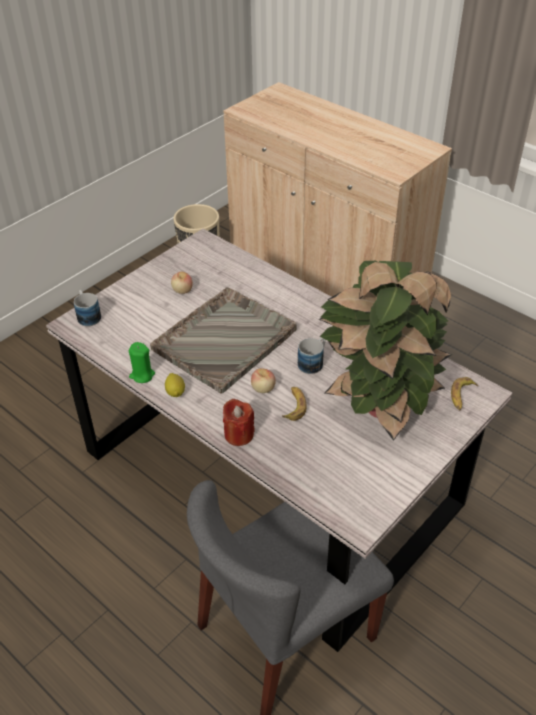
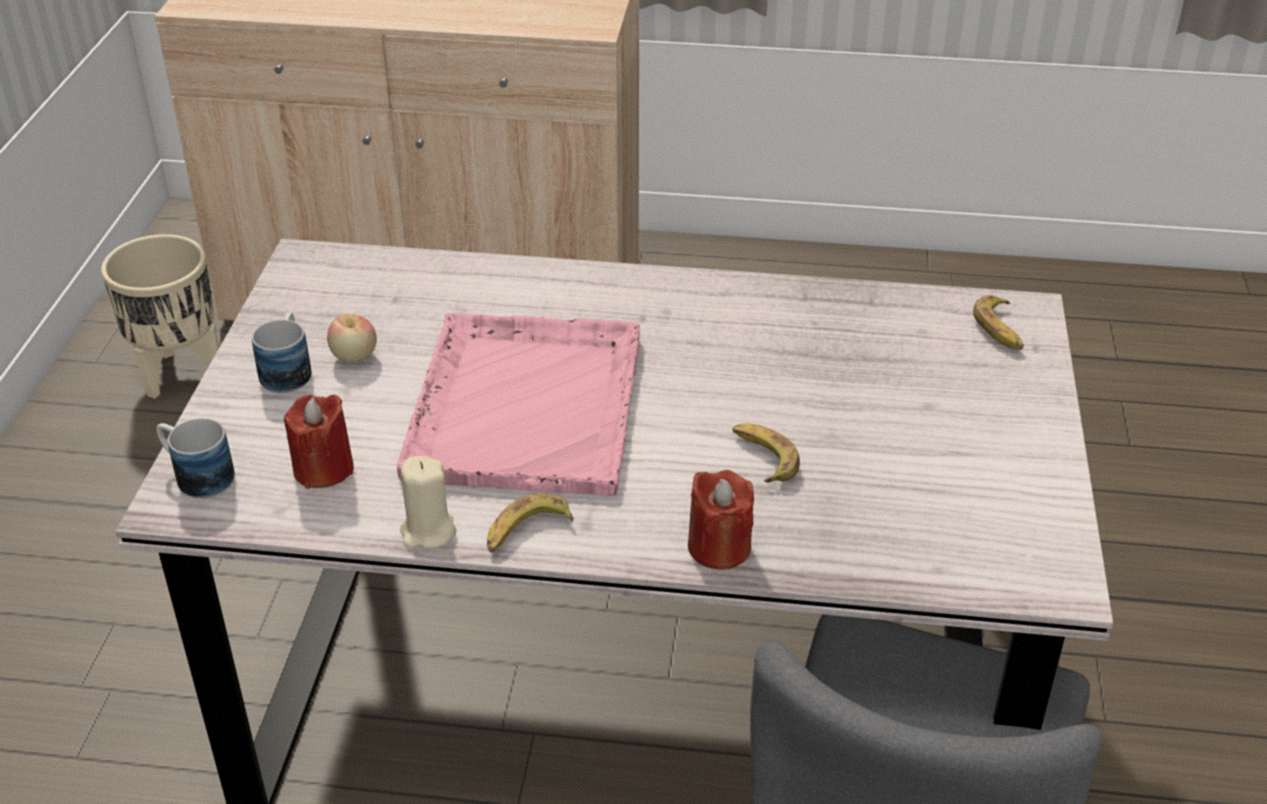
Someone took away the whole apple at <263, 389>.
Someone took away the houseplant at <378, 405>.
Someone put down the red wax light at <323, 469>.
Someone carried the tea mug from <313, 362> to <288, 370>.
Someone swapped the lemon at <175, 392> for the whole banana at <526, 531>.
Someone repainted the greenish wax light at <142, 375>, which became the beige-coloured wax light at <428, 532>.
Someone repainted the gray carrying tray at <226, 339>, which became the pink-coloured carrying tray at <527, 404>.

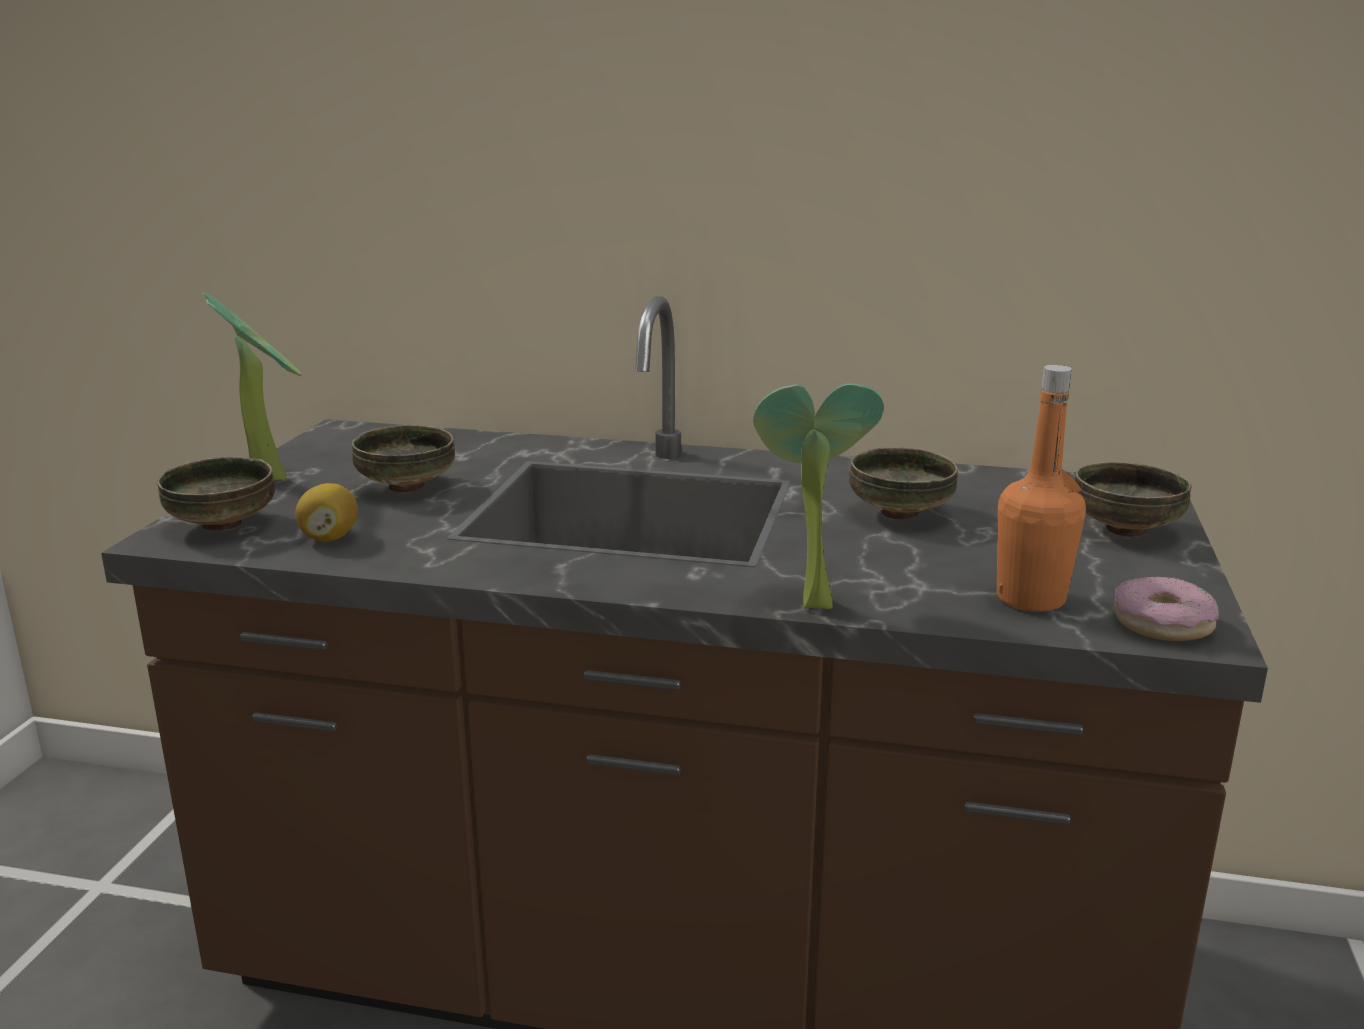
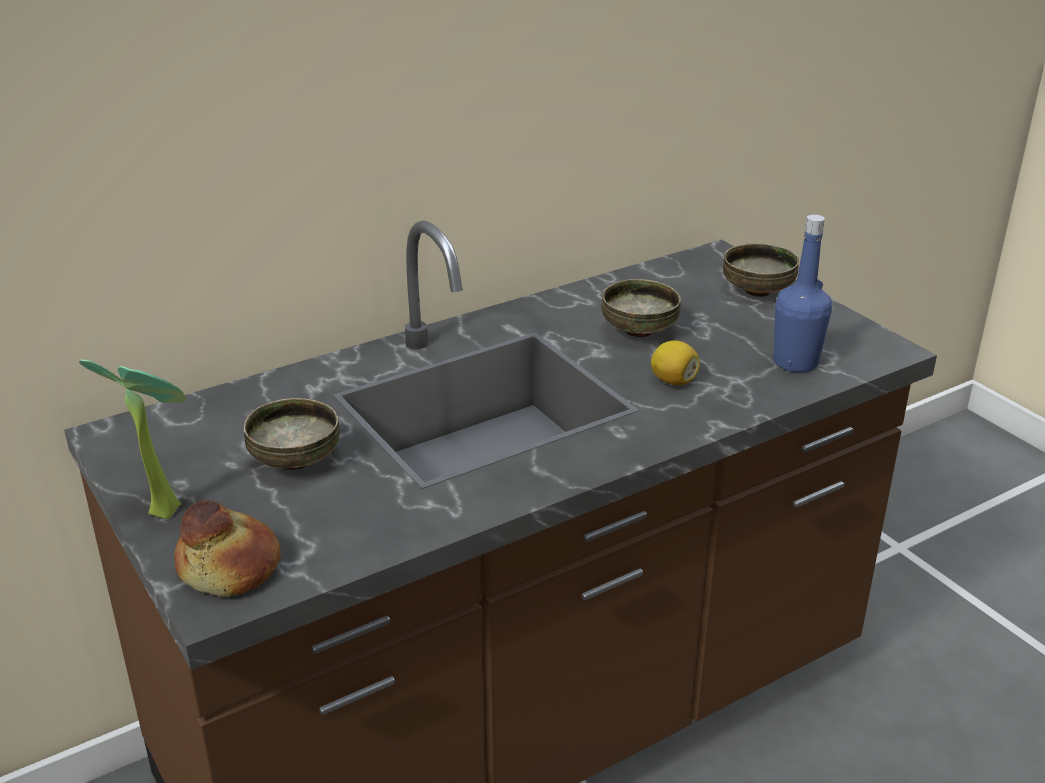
Someone took away the houseplant at <808, 601>.
Someone took away the donut at <1162, 623>.
Someone carried the lemon from <330, 537> to <673, 381>.
Someone swapped the serving bowl at <224, 524> for the baked bread at <230, 567>.
Someone repainted the orangey bottle at <1030, 599>, which became the bluish bottle at <795, 362>.

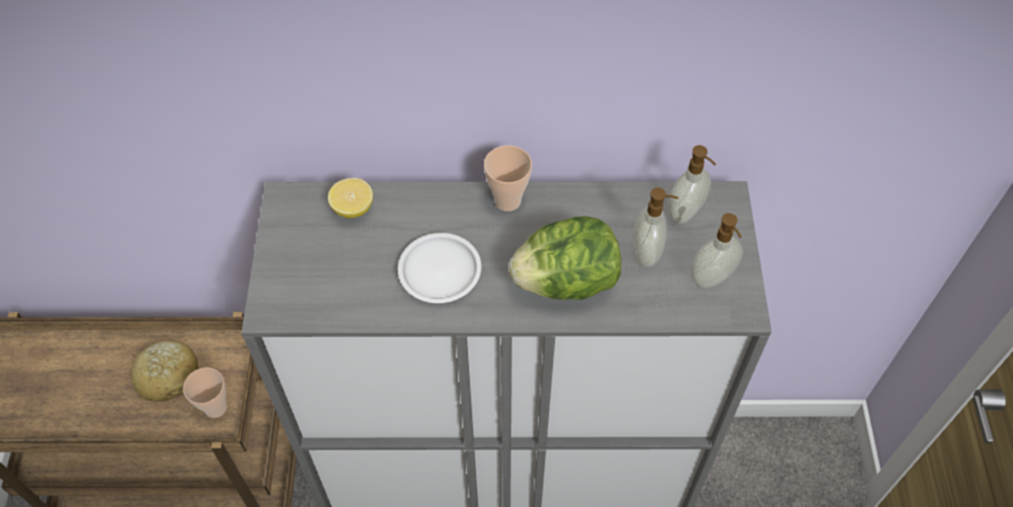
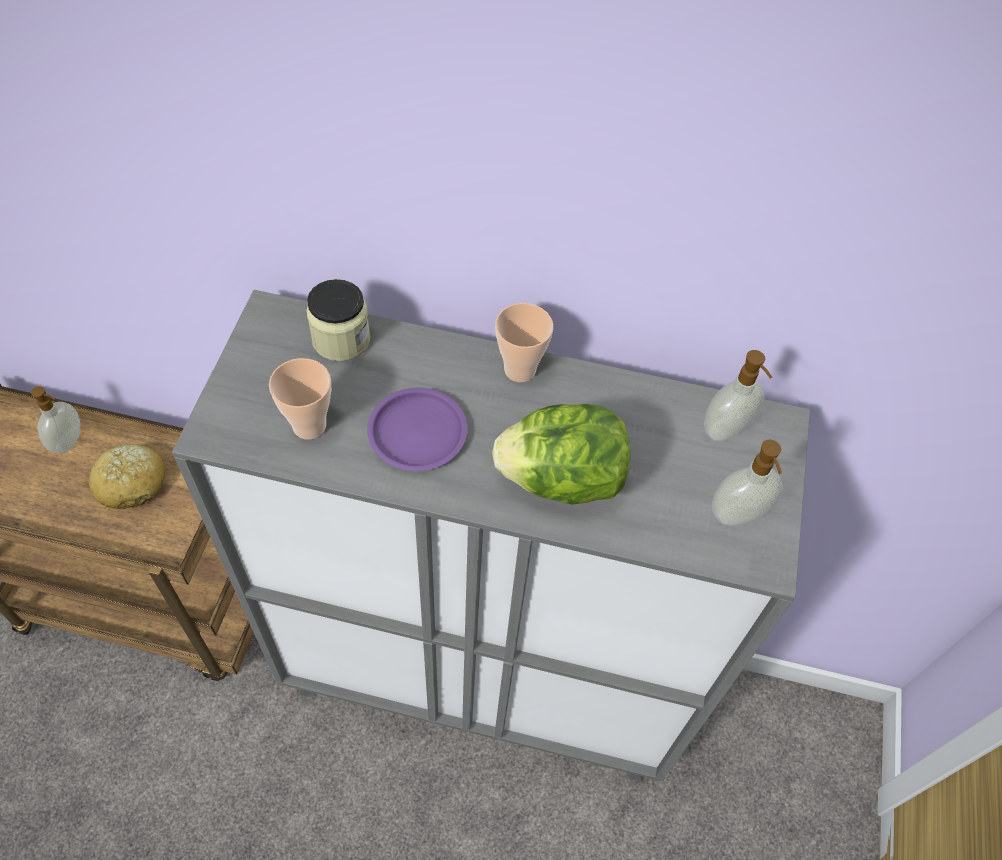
Someone carried the cup from <215, 407> to <309, 425>.
Someone carried the liquid soap bottle from <647, 253> to <69, 441>.
Someone swapped the lemon at <353, 208> for the jar at <341, 339>.
Someone repainted the whitish dinner plate at <440, 271>, which became the purple dinner plate at <418, 432>.

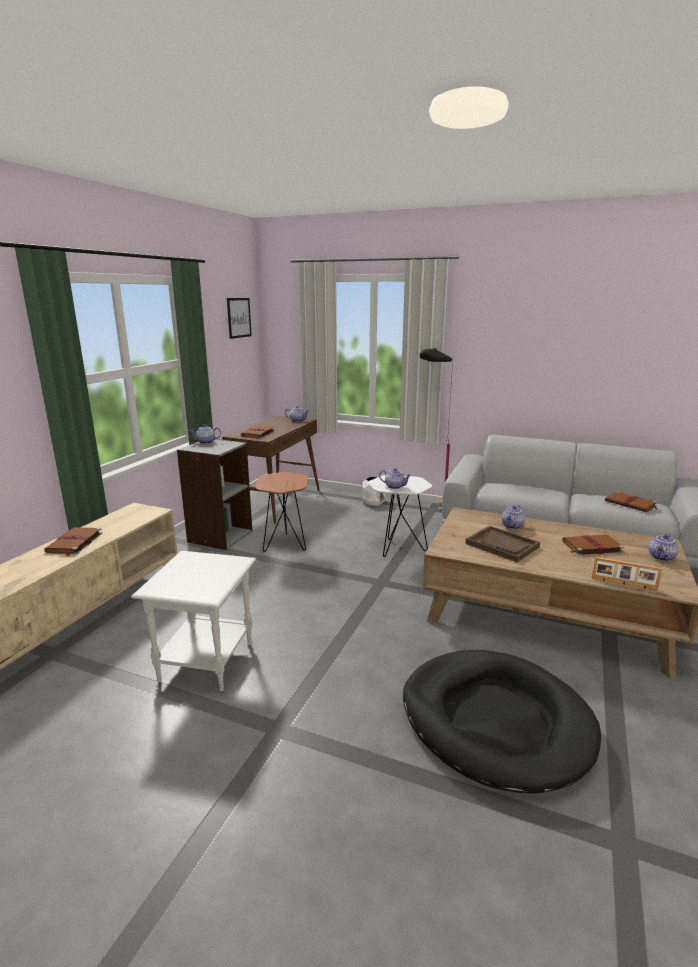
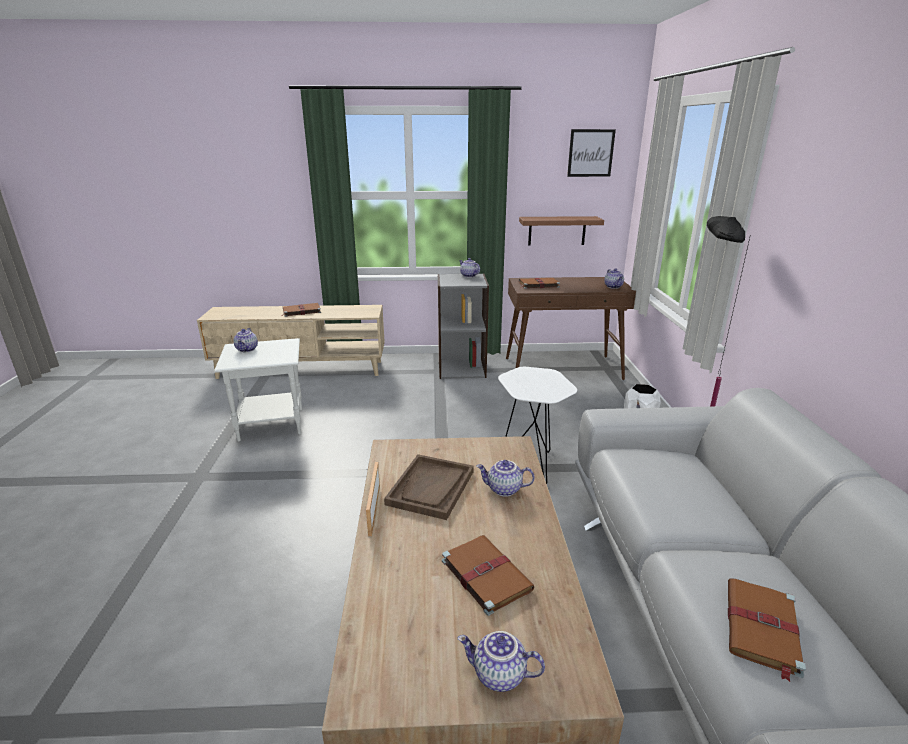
Someone took away the brown-coloured side table at <285, 546>.
Someone took away the black-coloured pet bed at <495, 721>.
Someone put up the brown-coloured shelf at <557, 230>.
Someone carried the tea pot from <395, 486> to <247, 349>.
Someone carried the photo frame from <623, 584> to <373, 509>.

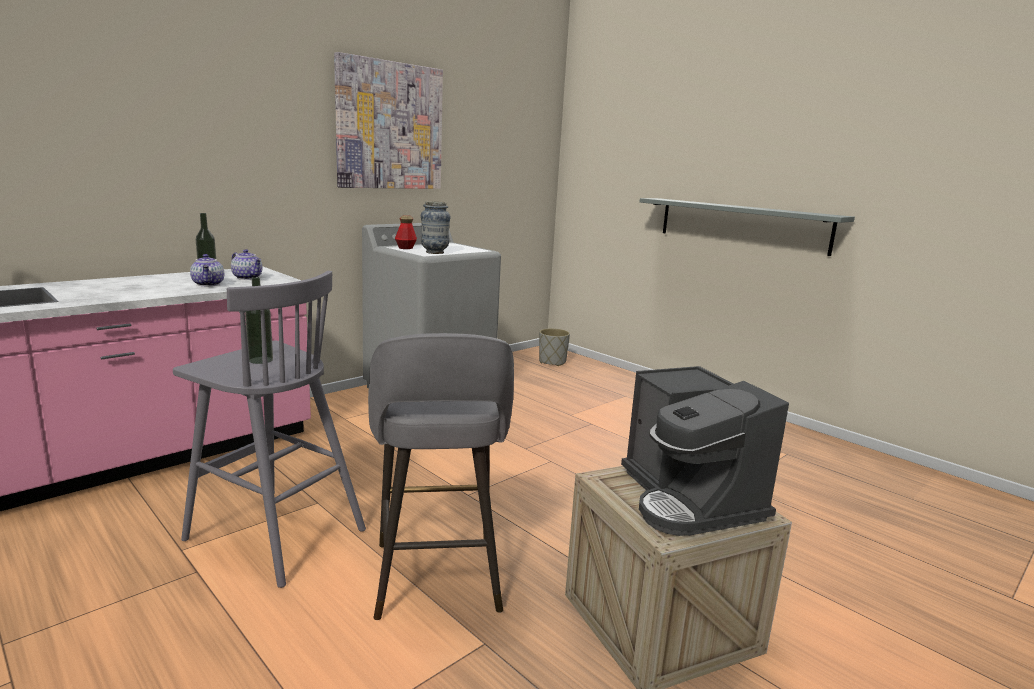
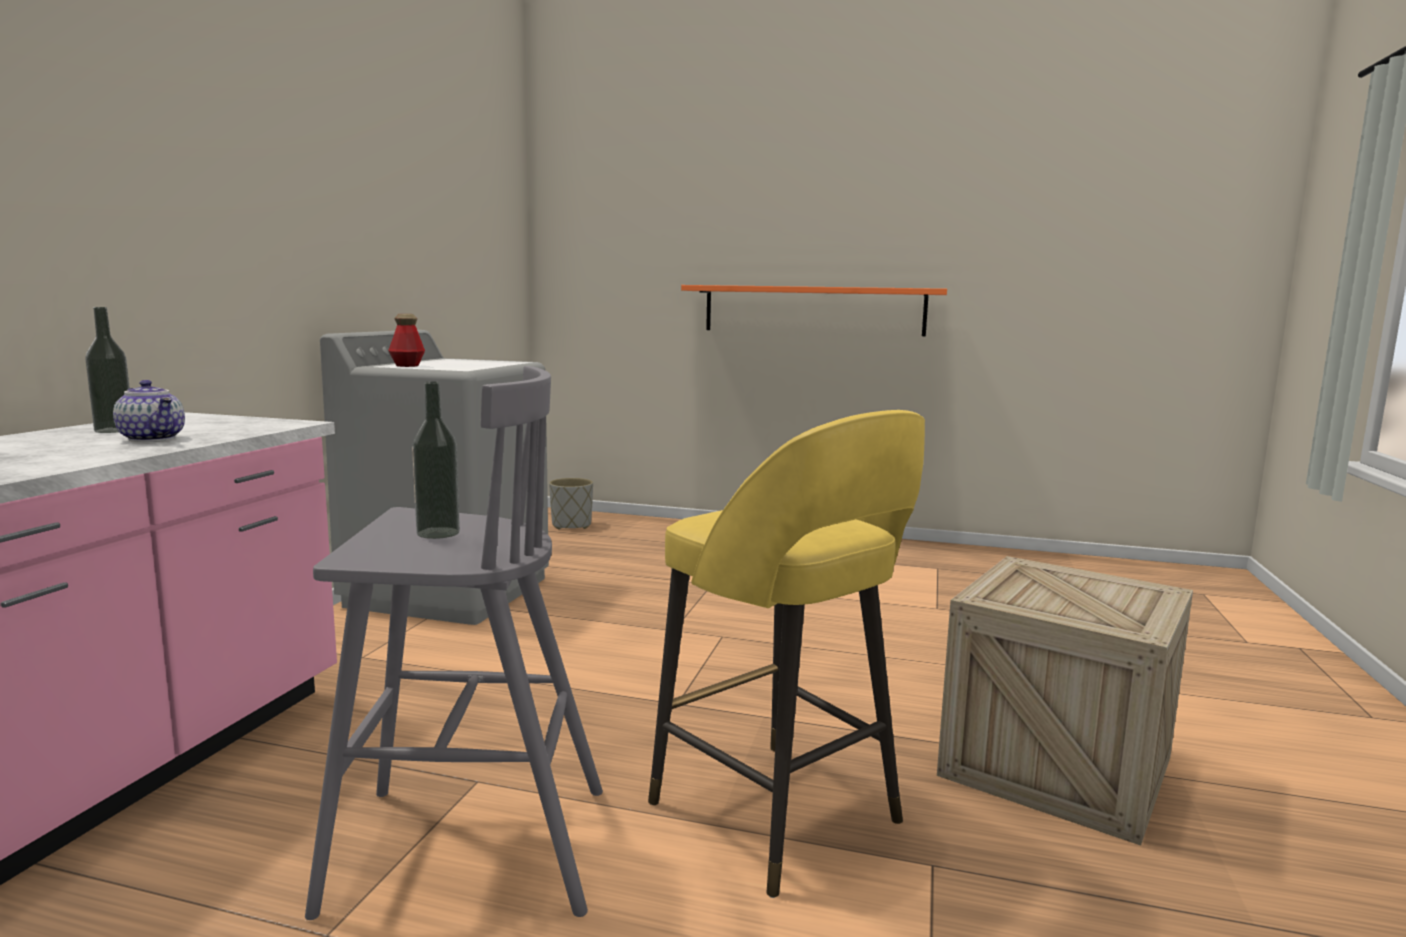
Someone took away the tea pot at <248, 278>.
Someone took away the wall art at <389, 126>.
Someone took away the flower vase at <434, 252>.
Someone took away the coffee brewer at <689, 499>.
Someone repainted the gray stool at <436, 580>, which became the yellowish stool at <779, 816>.
Someone repainted the gray shelf at <741, 225>, which became the orangey shelf at <813, 310>.

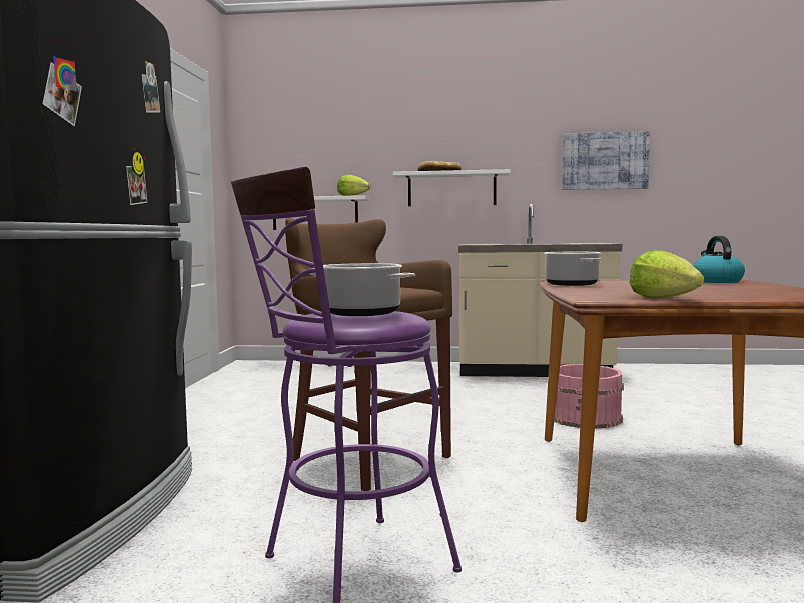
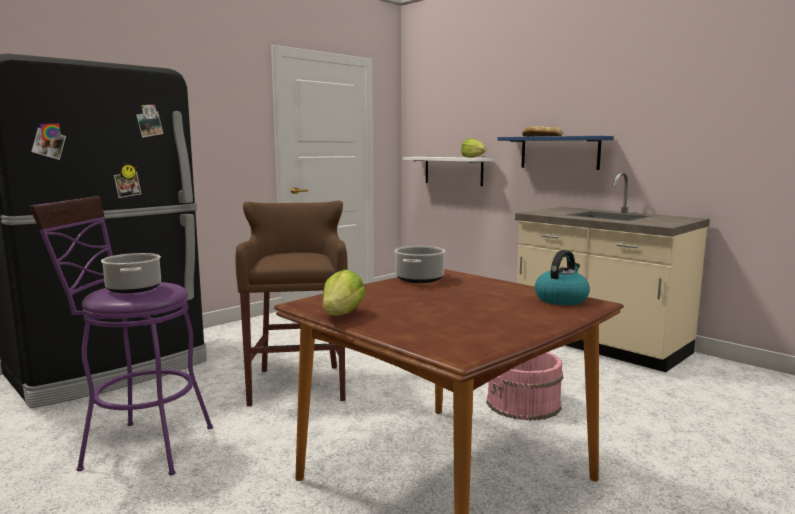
Someone took away the wall art at <604, 161>.
Someone repainted the whitish shelf at <451, 189>, which became the bluish shelf at <559, 152>.

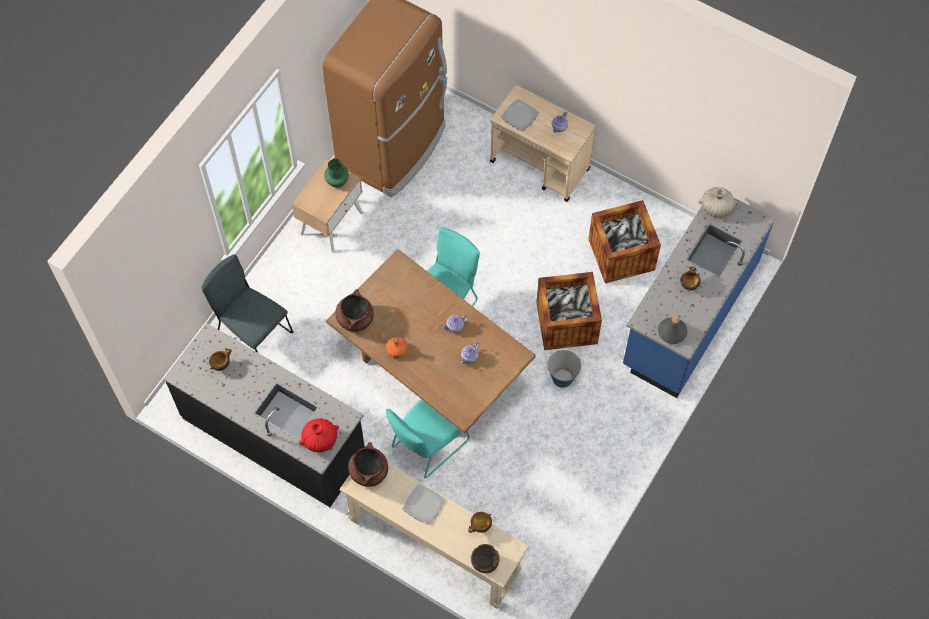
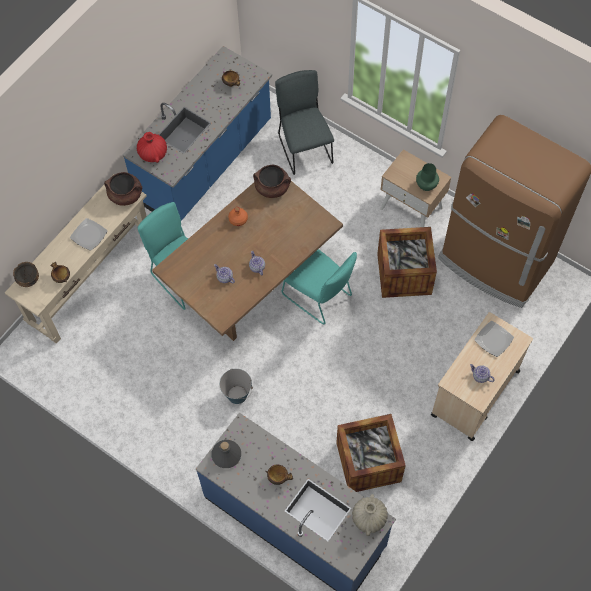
Someone carried the crate from <566, 323> to <404, 274>.
Someone repainted the black-coloured counter at <274, 435>, which became the bluish counter at <206, 163>.
Someone rotated the gray chair at <252, 332> by 60 degrees counterclockwise.

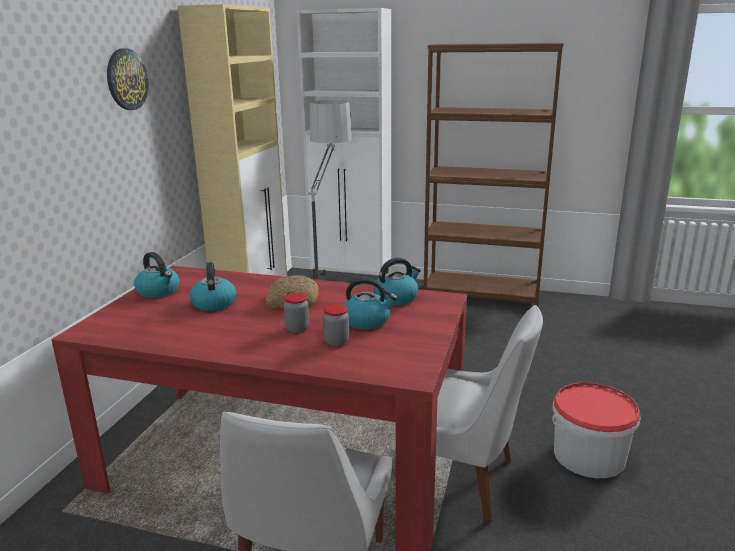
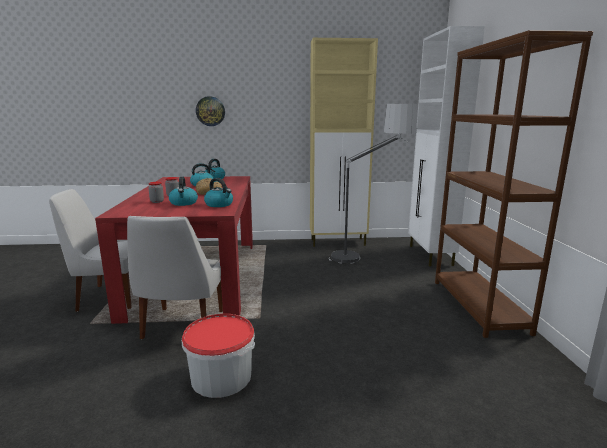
Someone carried the hanging clock from <126, 79> to <210, 111>.

